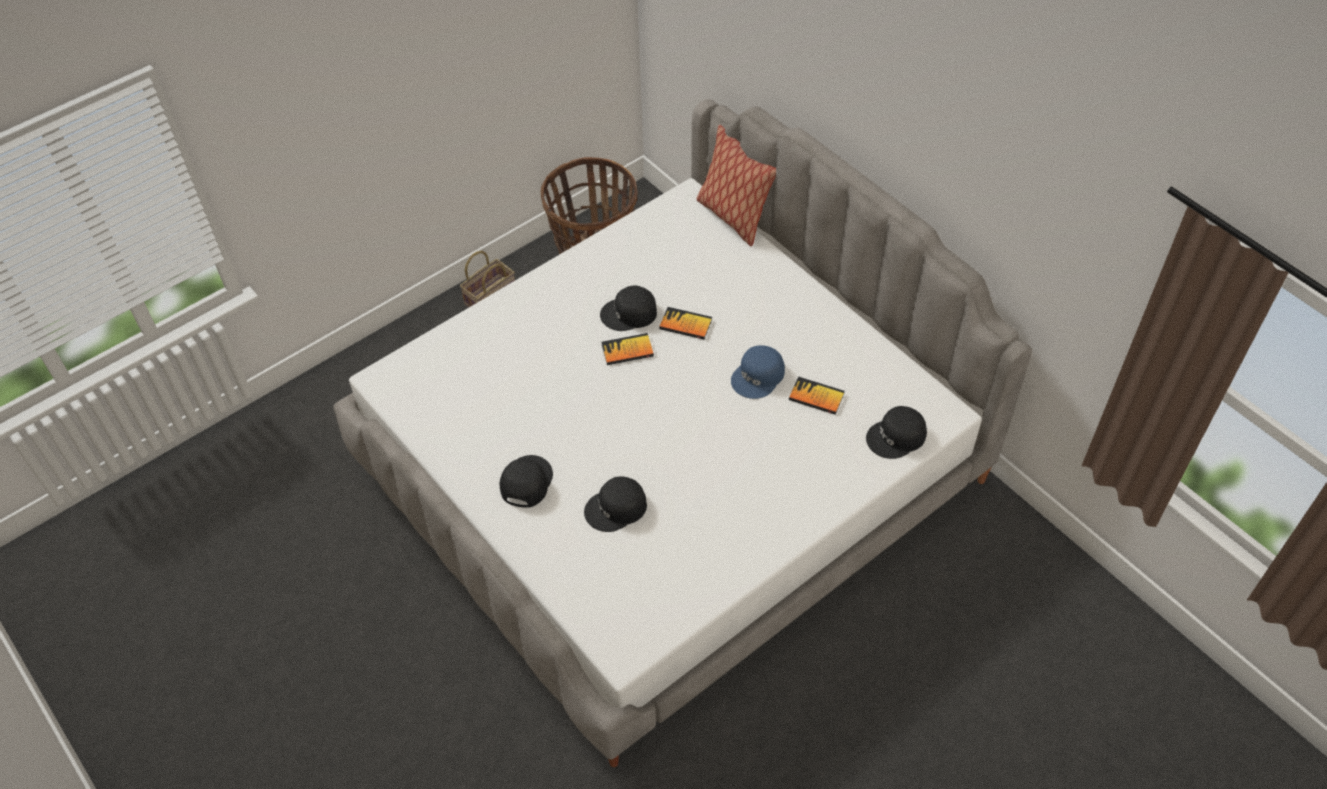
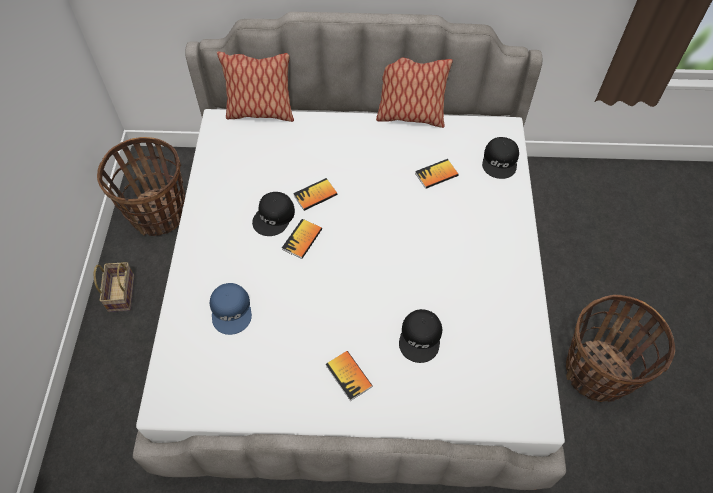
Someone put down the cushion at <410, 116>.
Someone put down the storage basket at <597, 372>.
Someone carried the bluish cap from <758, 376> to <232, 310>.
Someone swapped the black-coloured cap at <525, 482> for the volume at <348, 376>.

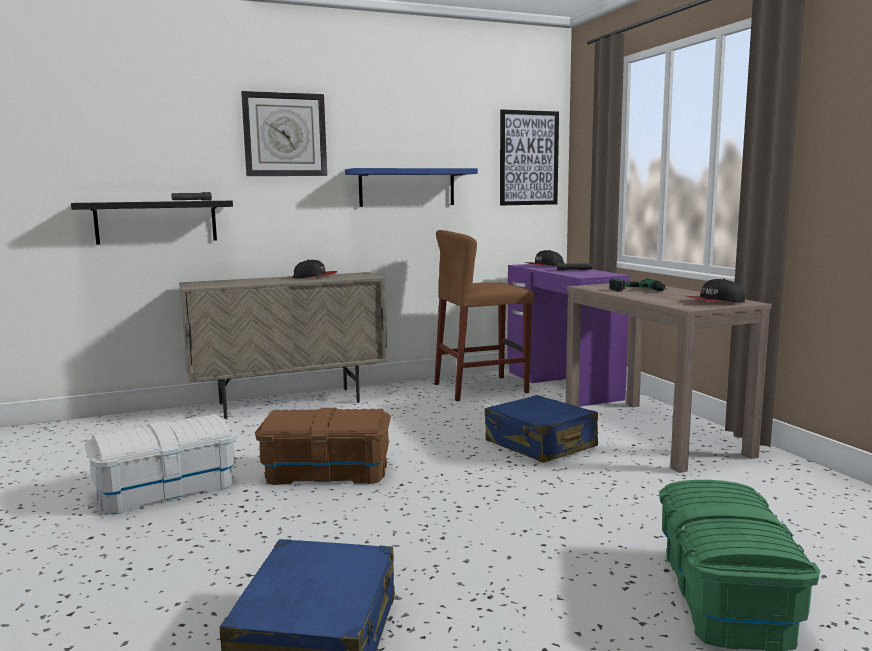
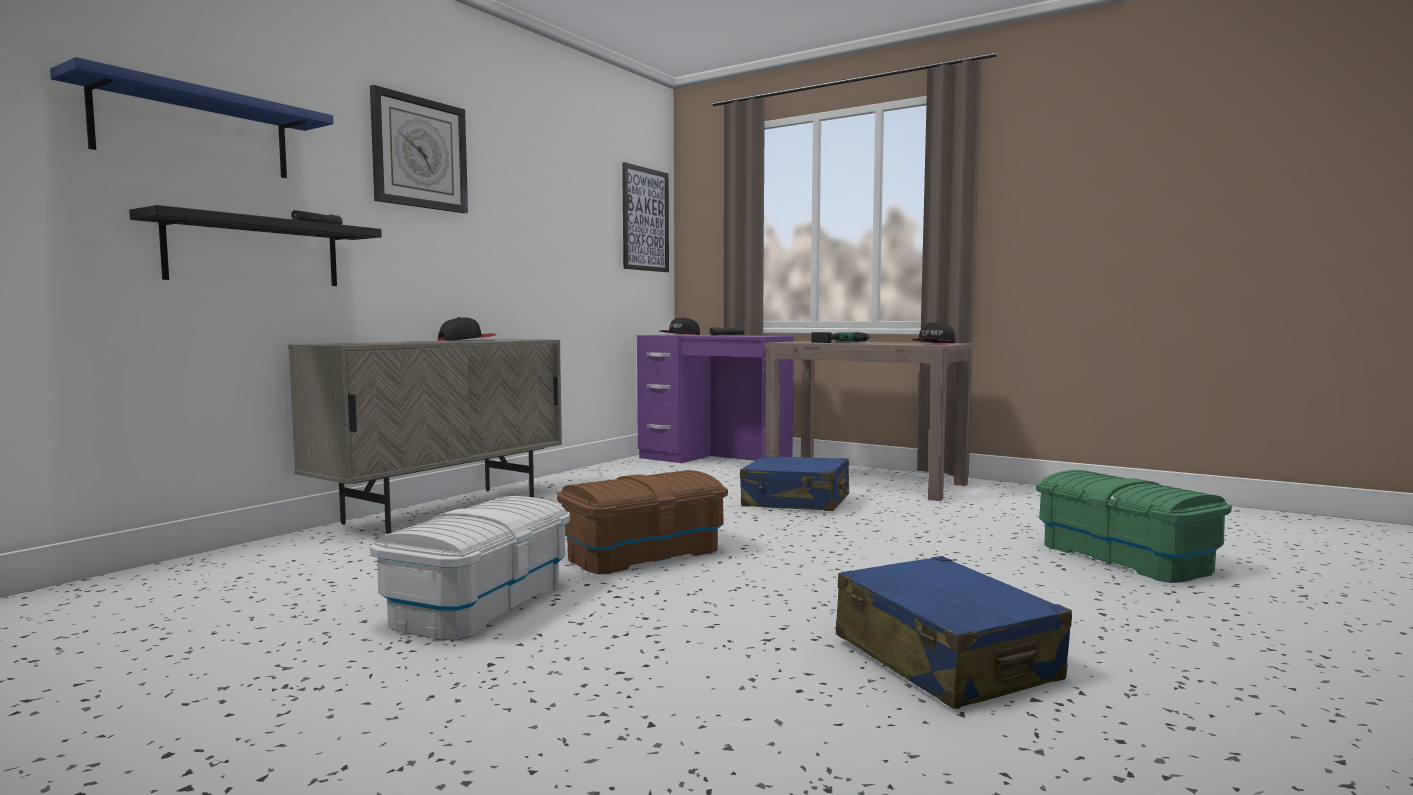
Someone took away the brown-coloured stool at <480, 388>.
Someone carried the bluish shelf from <407, 187> to <194, 131>.

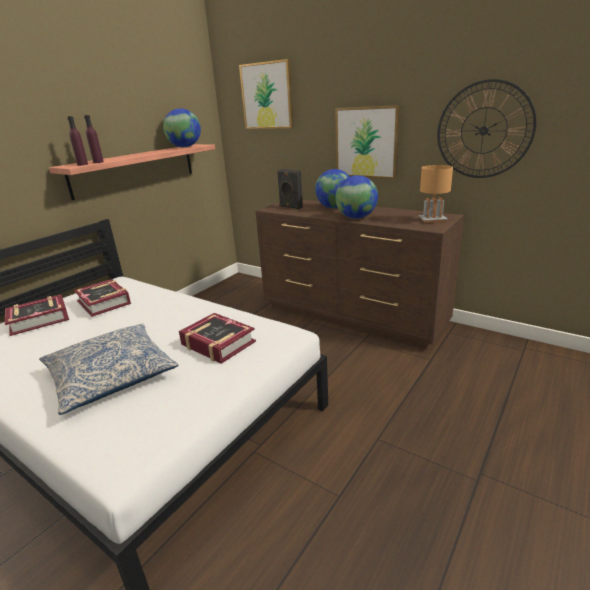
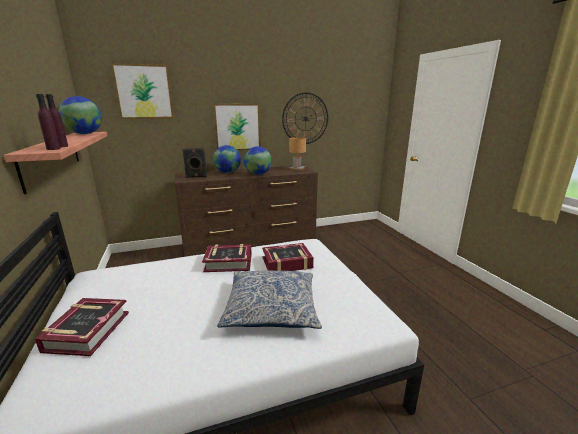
Someone carried the volume from <104, 302> to <228, 262>.

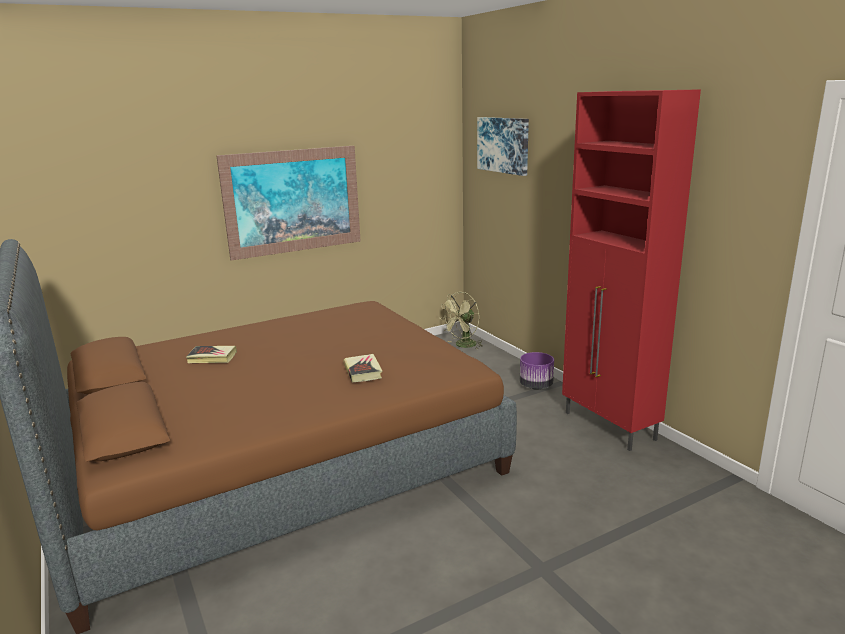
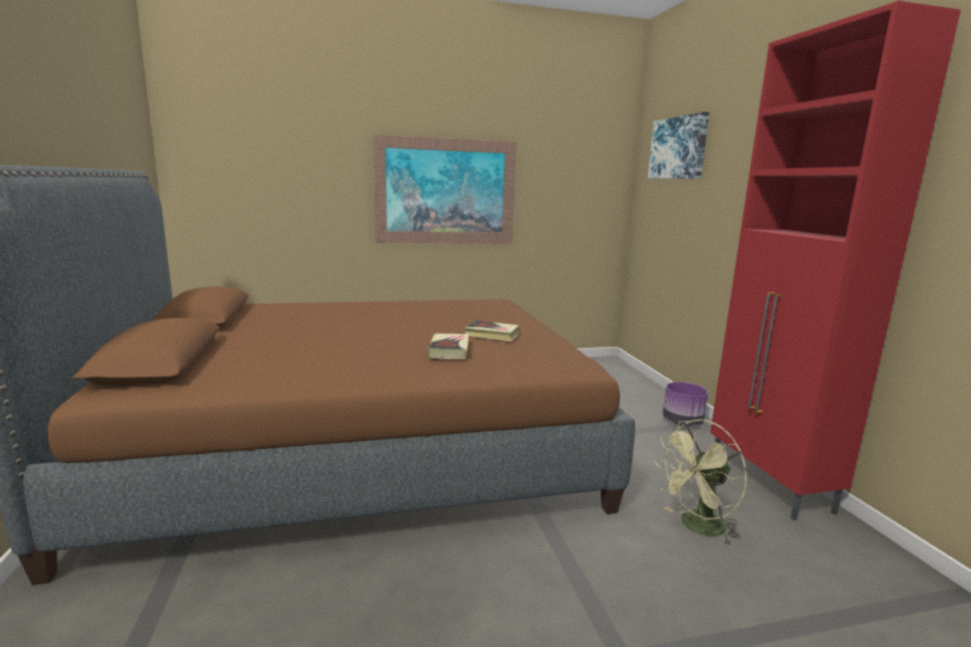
Someone carried the volume from <212, 357> to <492, 334>.
Someone carried the greenish electric fan from <463, 346> to <697, 527>.

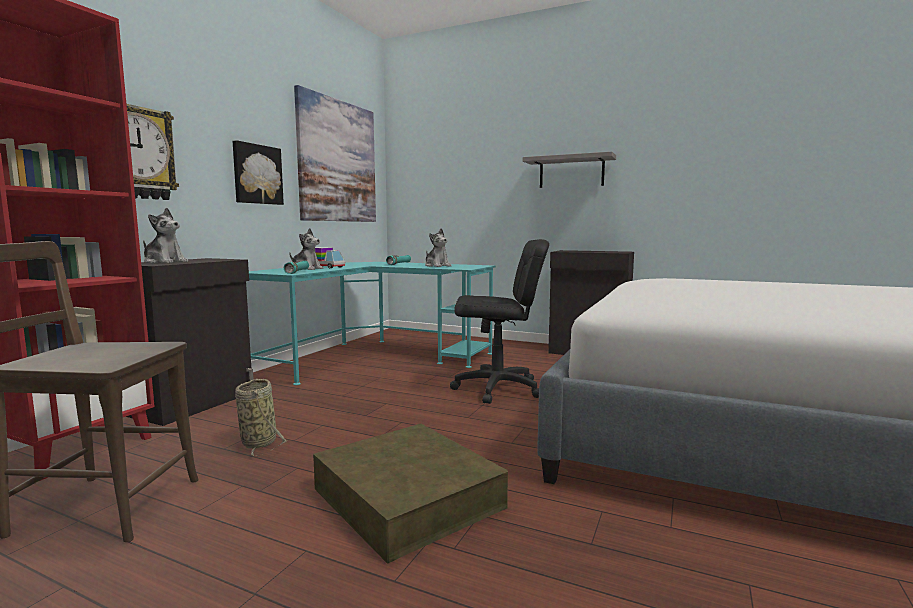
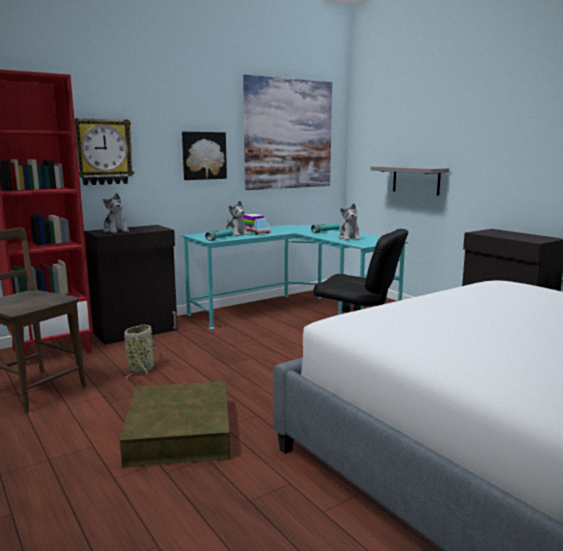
Someone carried the gray shelf from <571, 172> to <416, 180>.

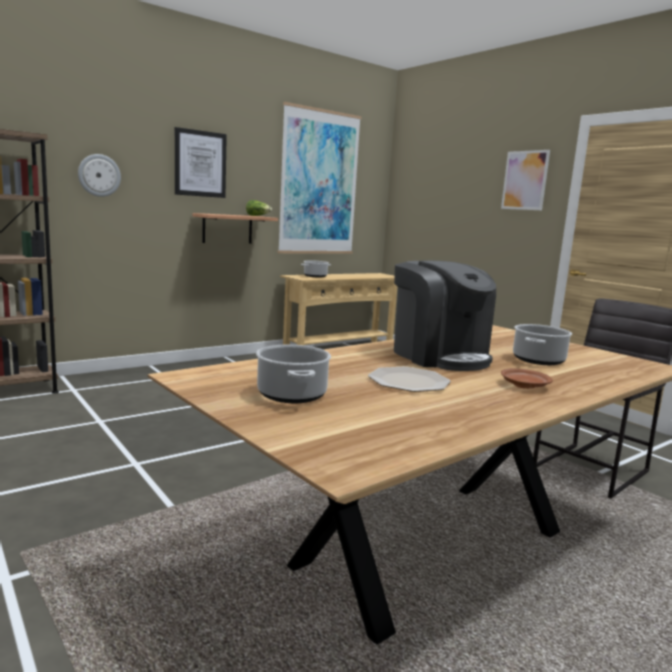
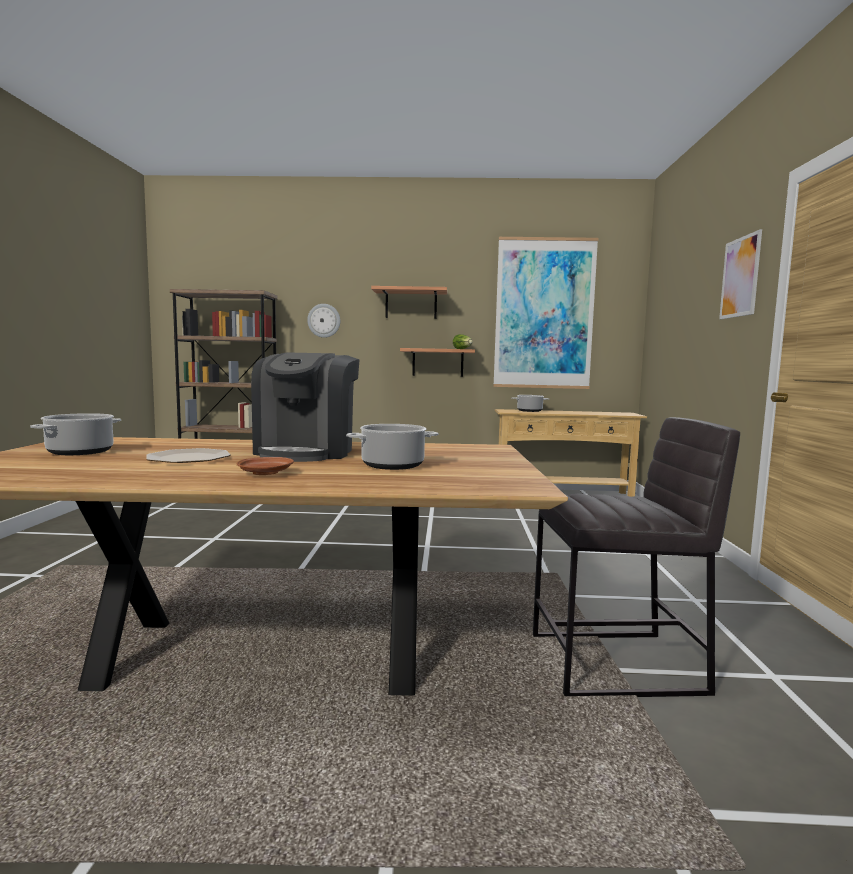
Someone swapped the wall art at <200, 163> for the shelf at <411, 304>.

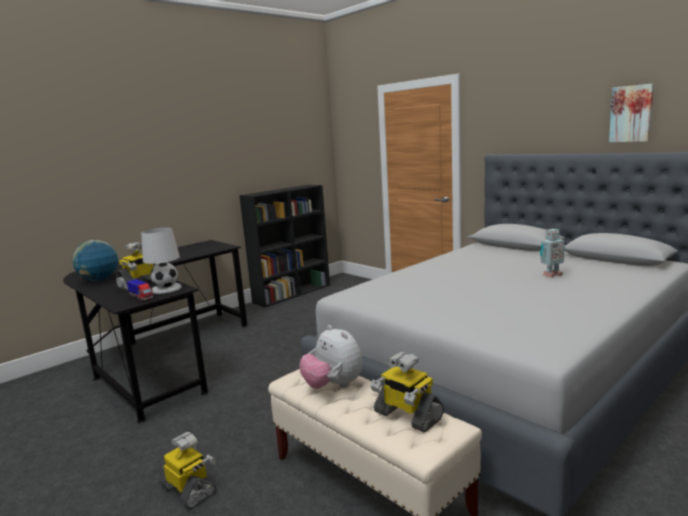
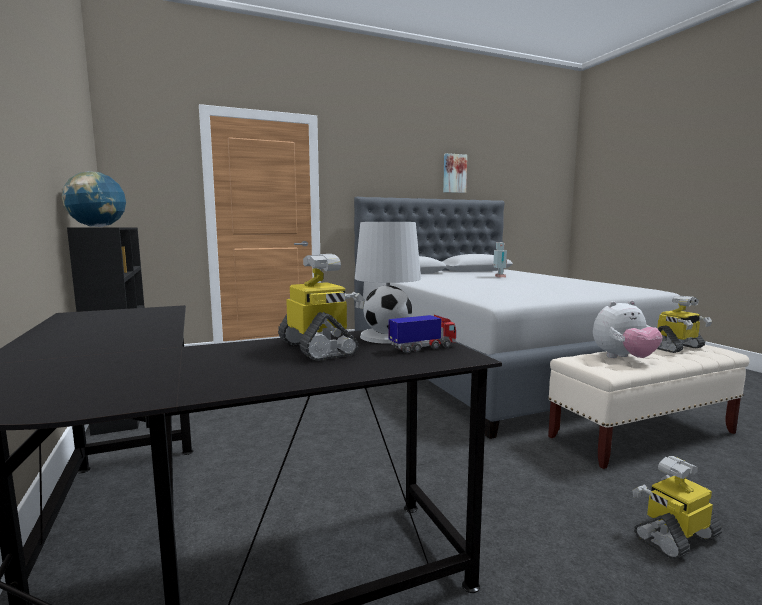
Someone carried the globe from <99, 280> to <97, 227>.

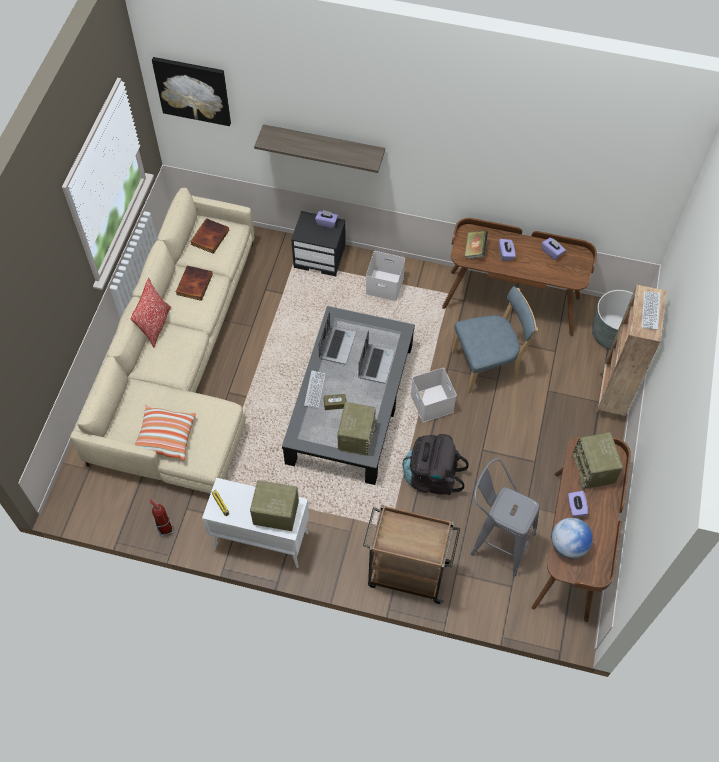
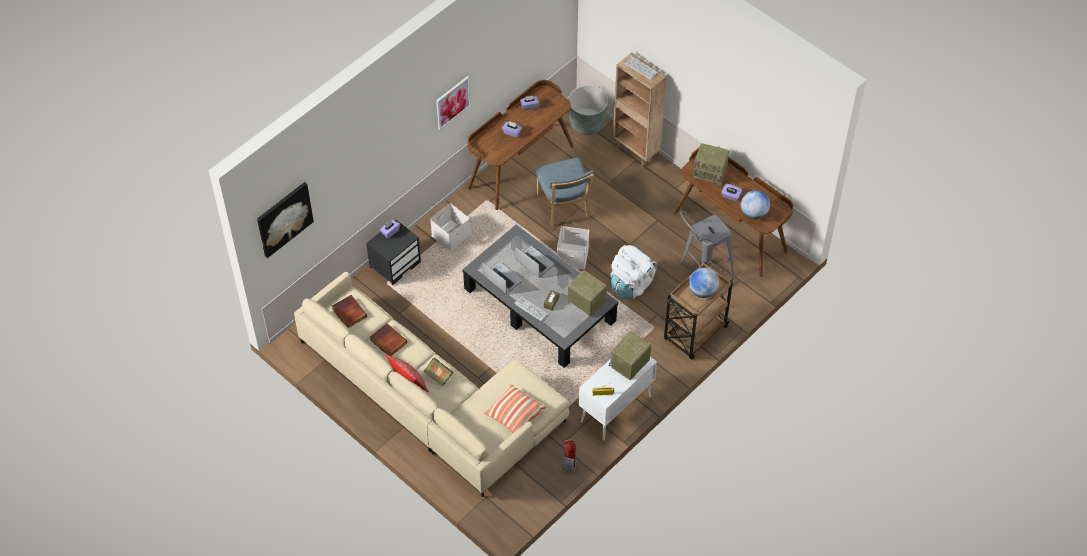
Someone took away the shelf at <324, 145>.
Someone put up the wall art at <452, 102>.
Someone put down the globe at <702, 291>.
Someone carried the volume from <475, 250> to <438, 376>.
Someone repainted the black-coloured backpack at <431, 477>, which became the whitish backpack at <631, 284>.
Someone rotated the bluish chair at <487, 365> by 150 degrees clockwise.

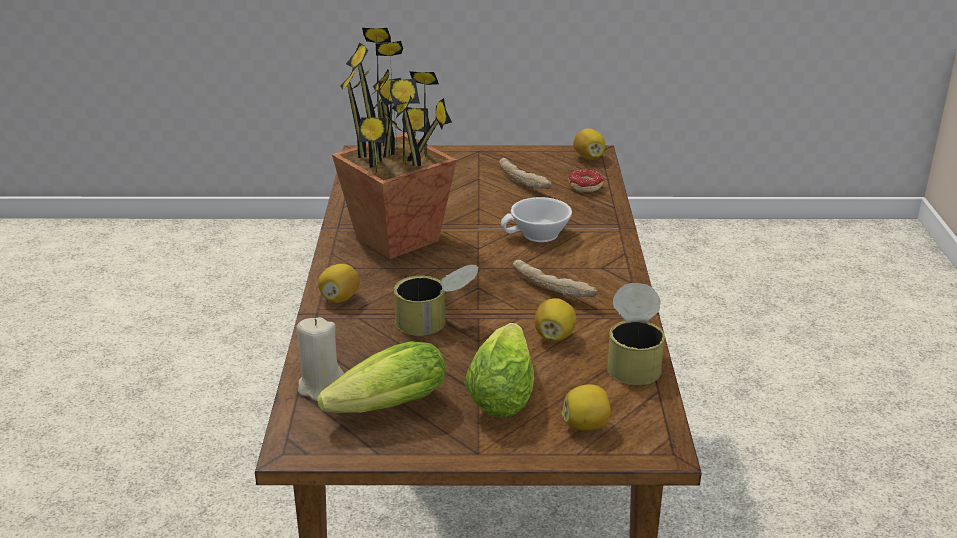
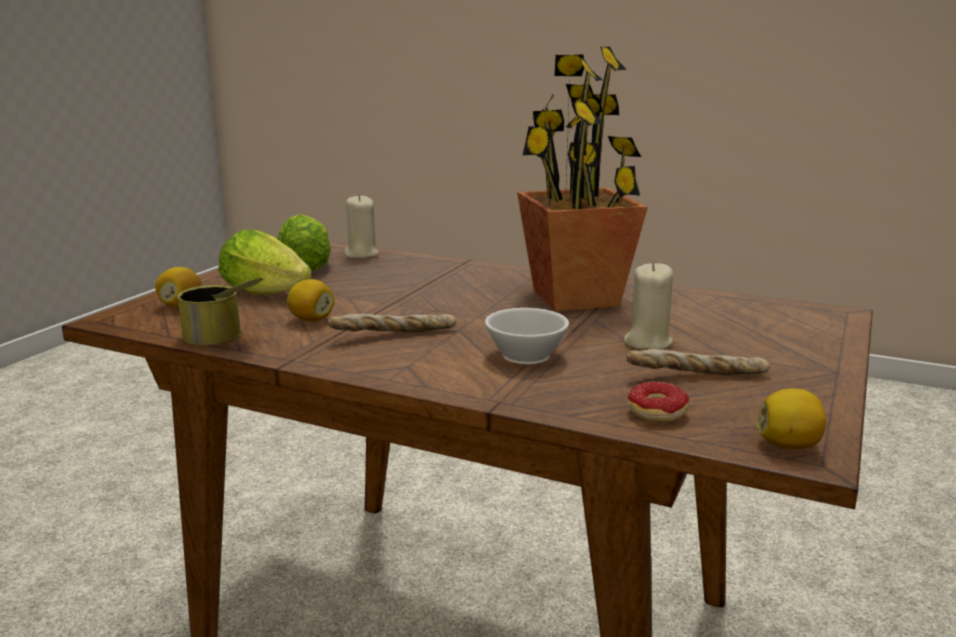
Someone took away the lemon at <340, 298>.
Someone took away the metal can at <436, 322>.
Someone put down the beige-coloured wax light at <647, 342>.

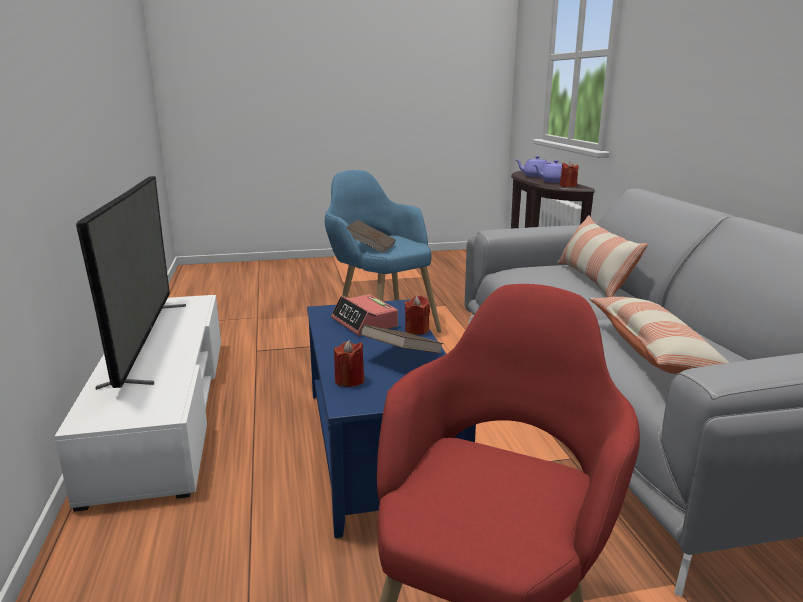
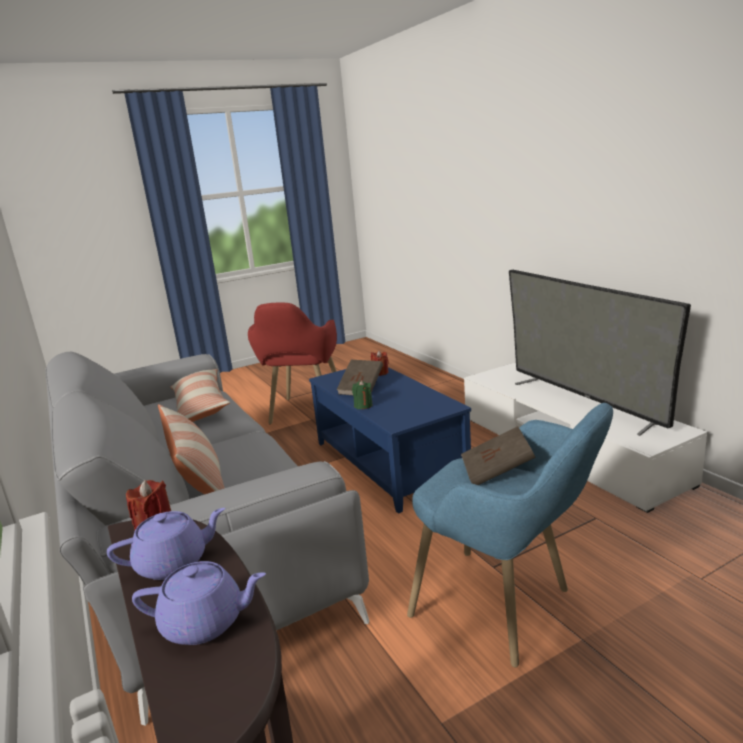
Someone took away the alarm clock at <364, 323>.
Someone repainted the red wax light at <417, 330>, which became the greenish wax light at <363, 406>.

